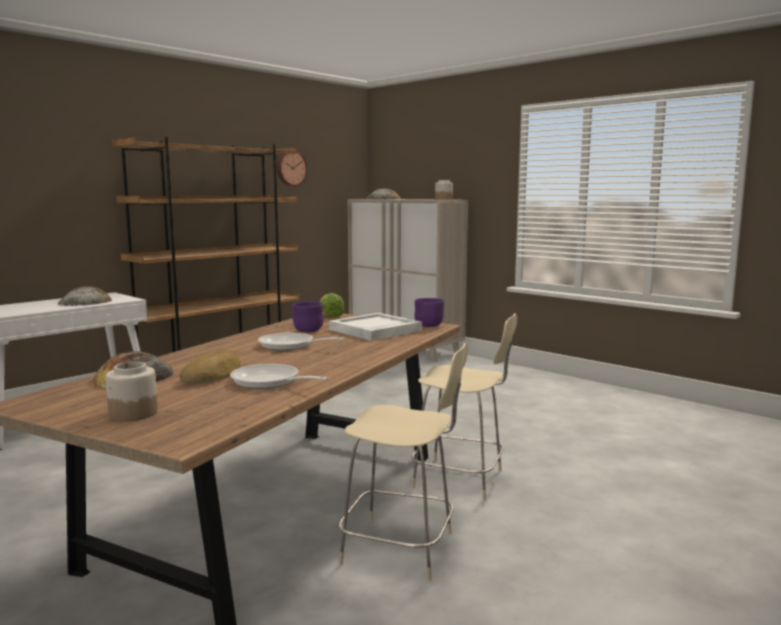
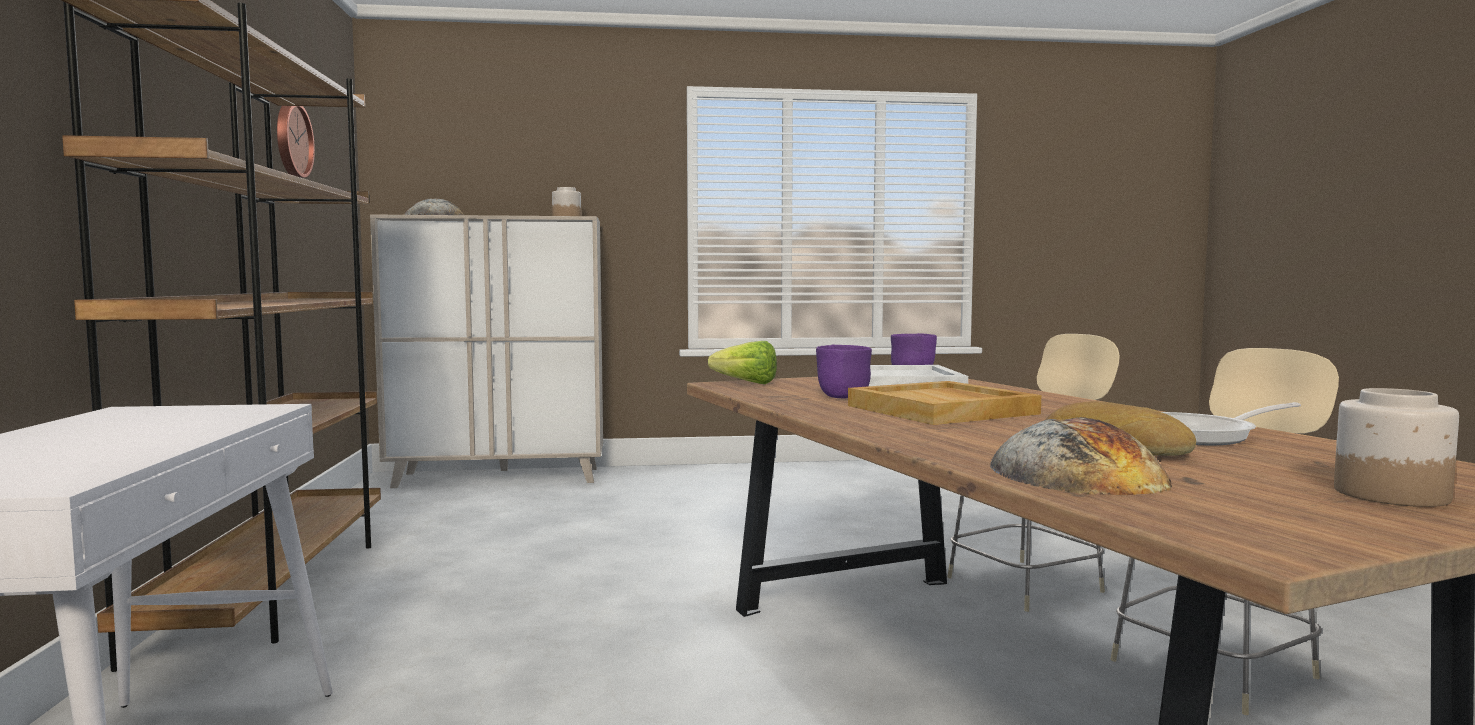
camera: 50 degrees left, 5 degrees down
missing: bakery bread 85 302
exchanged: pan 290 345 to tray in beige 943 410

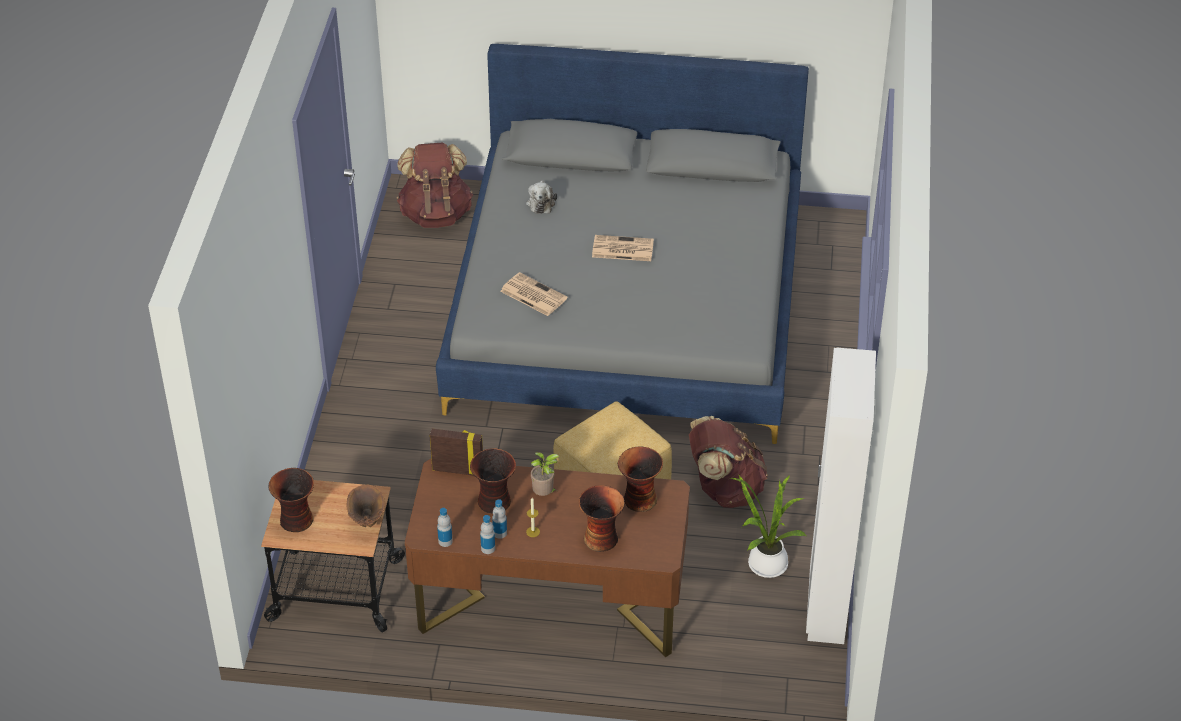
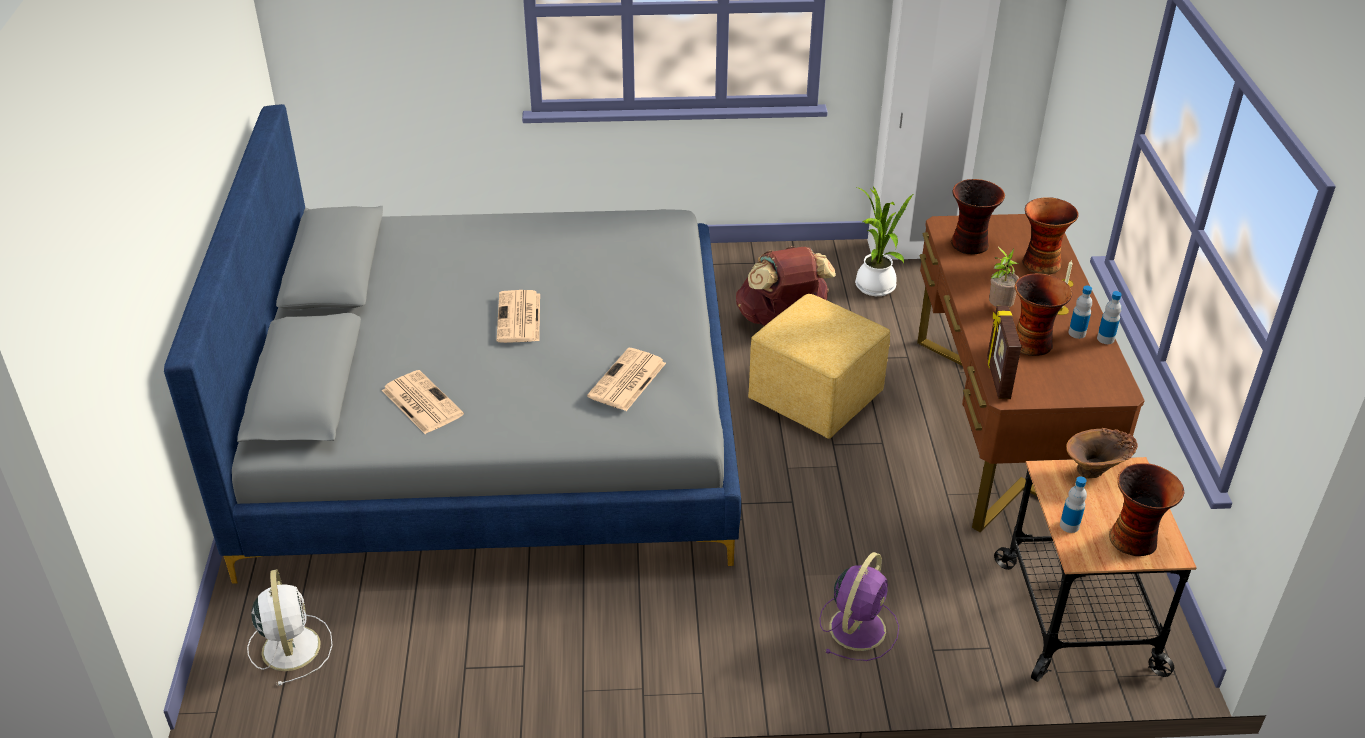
camera: 100 degrees left, 5 degrees down
appeared: electric fan in purplish 858 627
relocated: beverage bottle 445 541 to 1069 525
exchanged: backpack in brown-coloured 436 214 to electric fan in white 290 646; soft toy 541 202 to printed paper 421 402

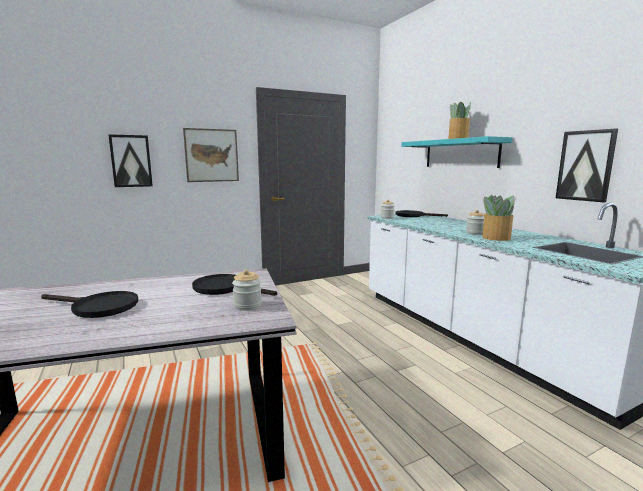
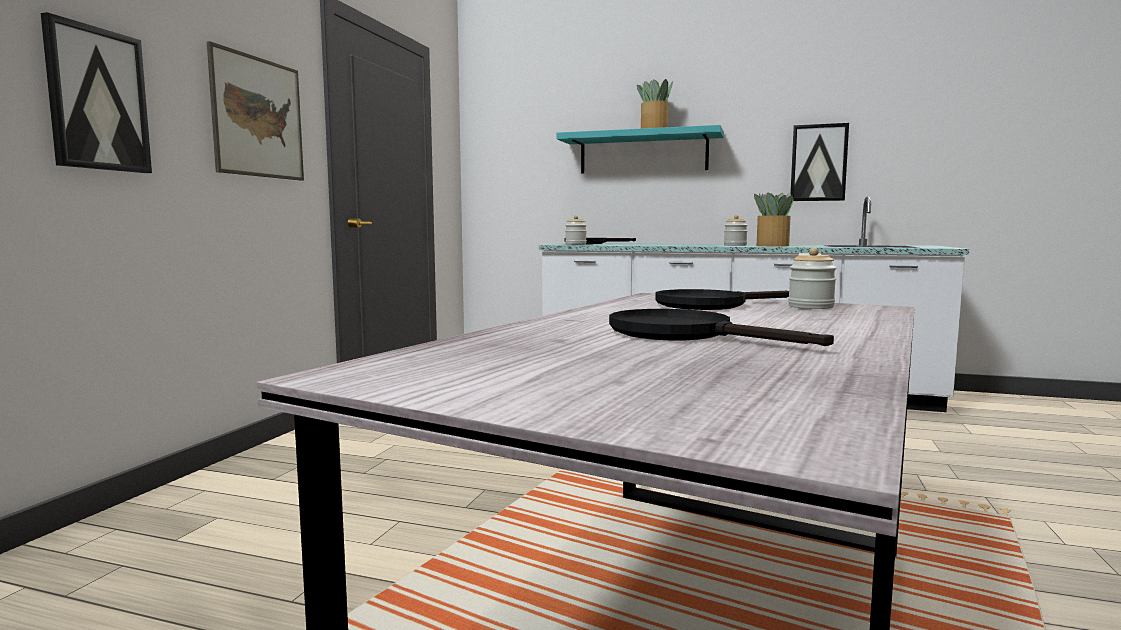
camera: 45 degrees left, 5 degrees down
spun: pan in black-coloured 98 307 = 685 334 105 degrees counterclockwise

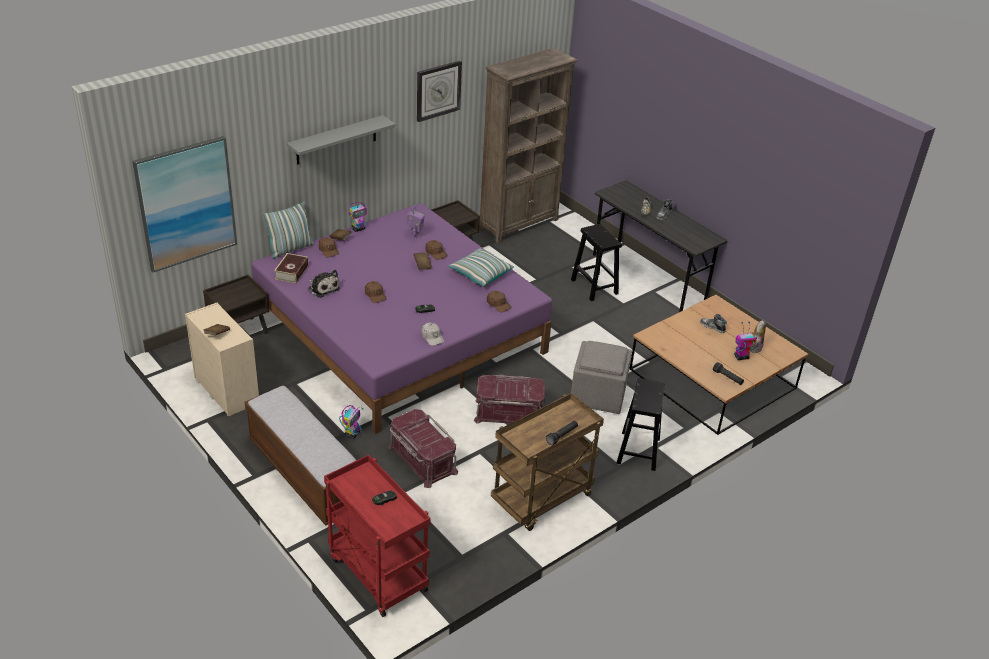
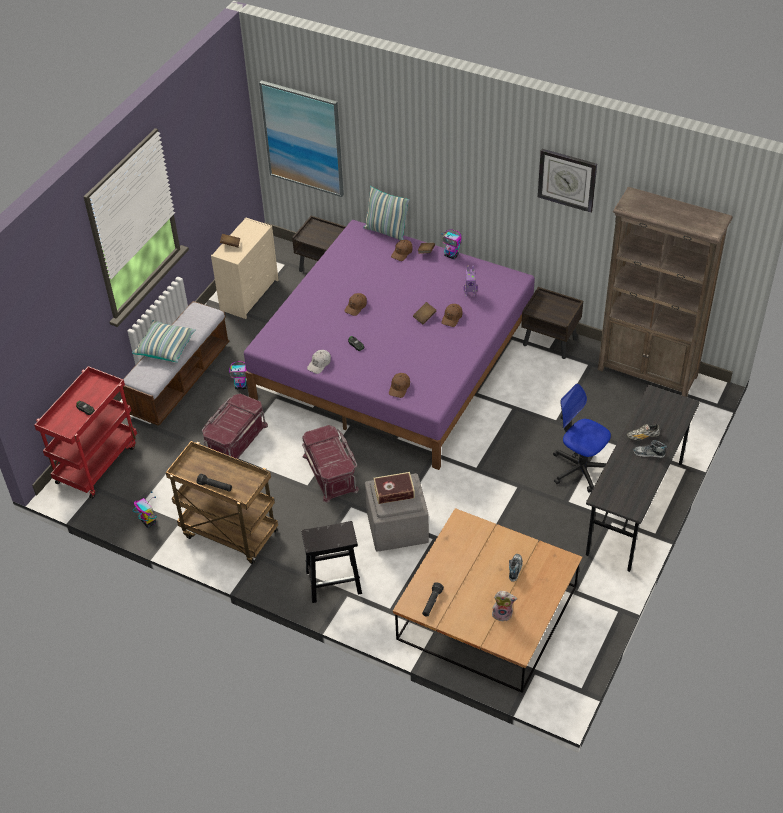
camera: 70 degrees right, 10 degrees up
missing: bracket shelf in greyish 336 140; soft toy 323 288
relocated: bound book 292 272 to 394 491; throw pillow 480 274 to 165 347; robot figure 741 357 to 148 522
exchanged: sitting stool in black-coloured 593 286 to computer chair 580 468

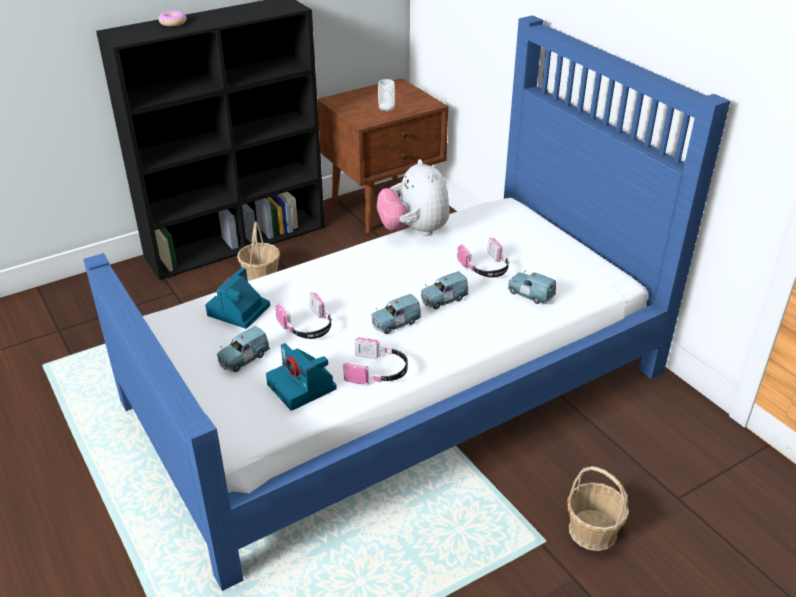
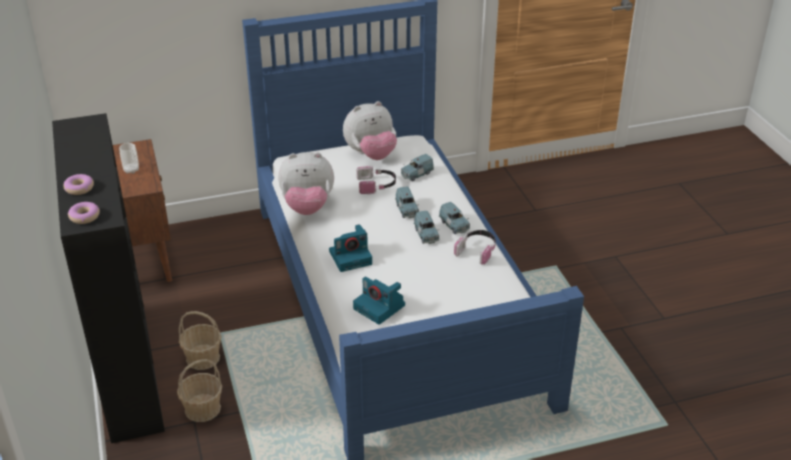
camera: 75 degrees left, 0 degrees up
missing: pair of headphones 307 327
appeared: ring doughnut 85 216; soft toy 371 155
relocated: model car in blue-coloured 243 359 to 454 225; photo camera 303 387 to 351 257; storage basket 592 530 to 202 408

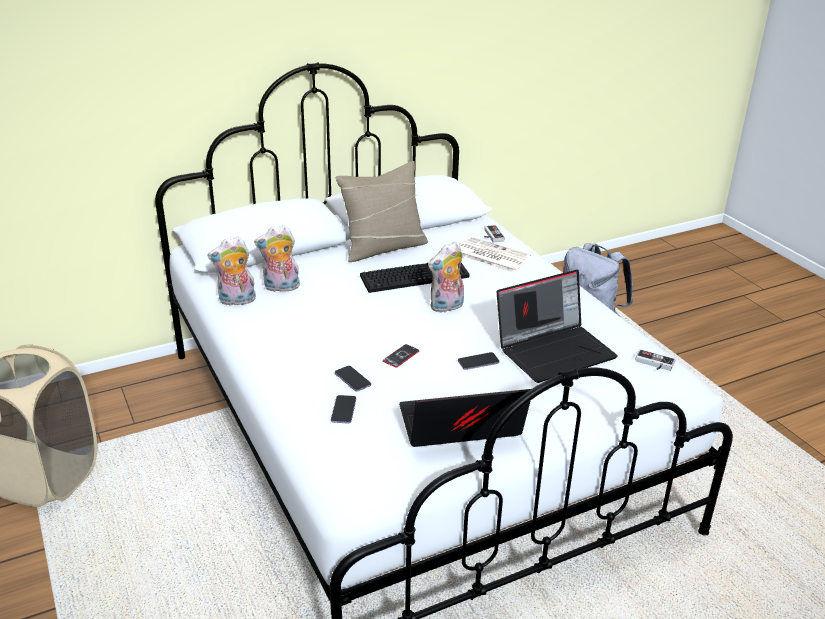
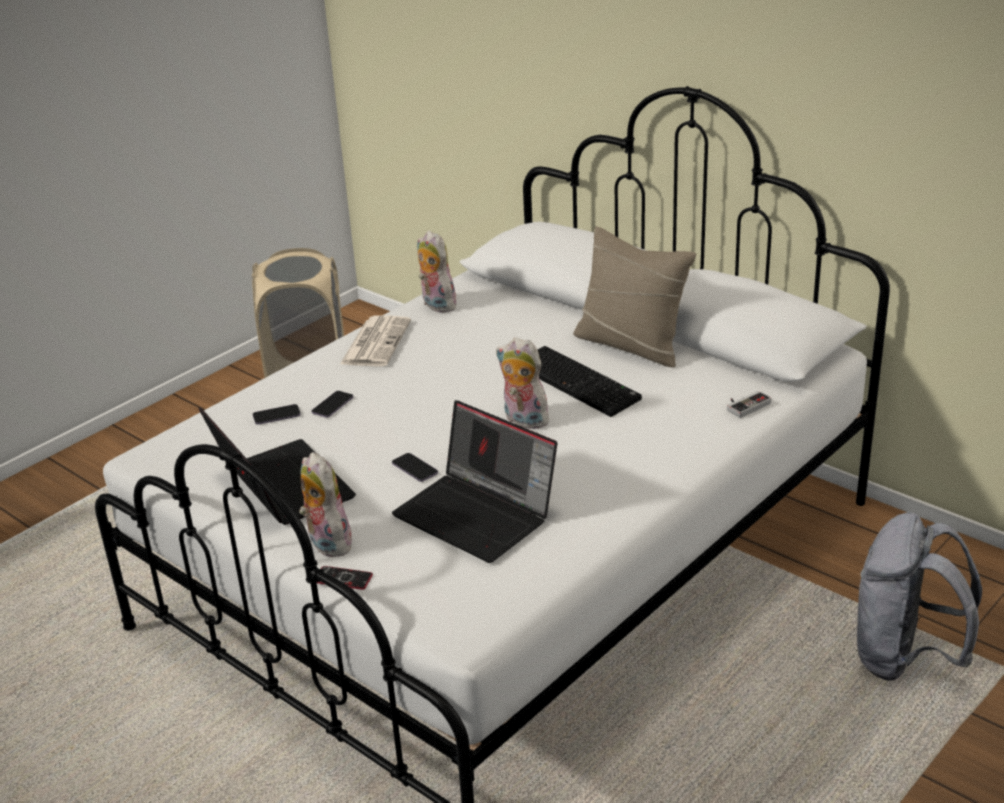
camera: 70 degrees right, 0 degrees up
missing: game controller 653 364
relocated: soft toy 281 288 to 326 543; handset 401 356 to 343 579; printed paper 490 256 to 375 342

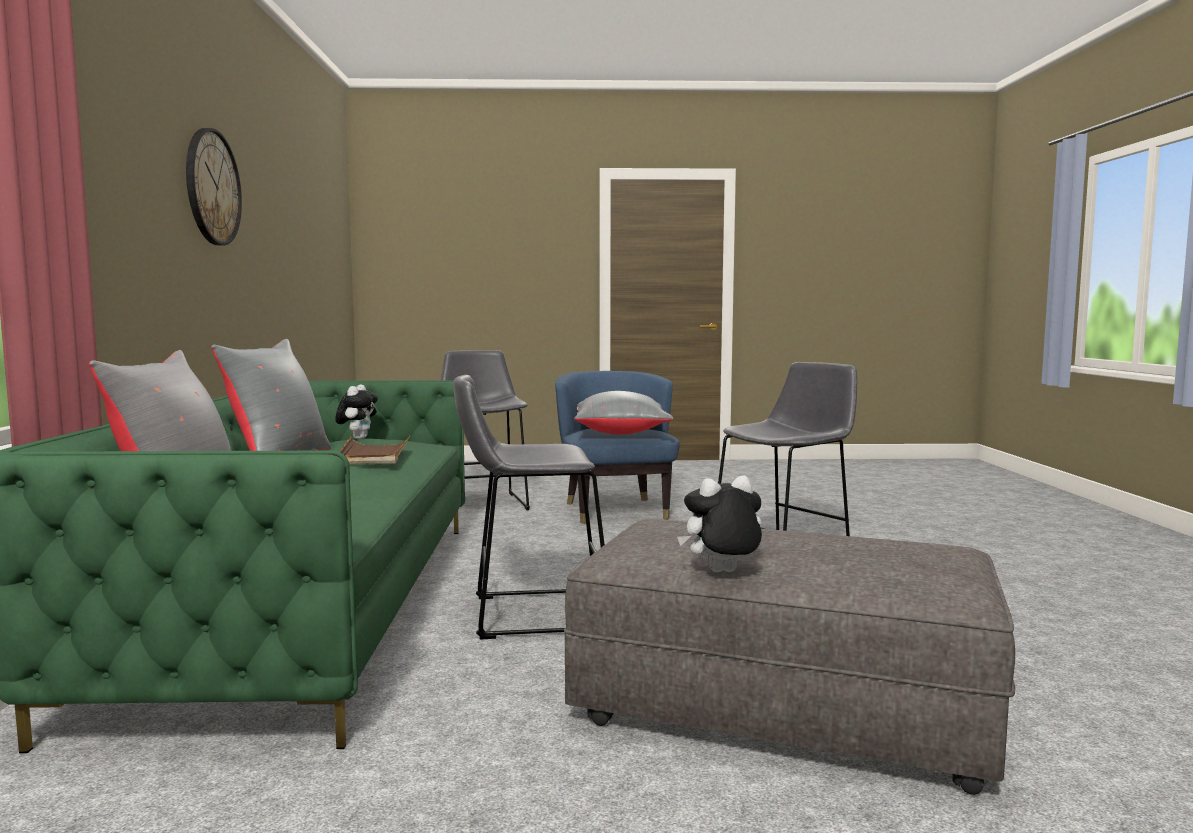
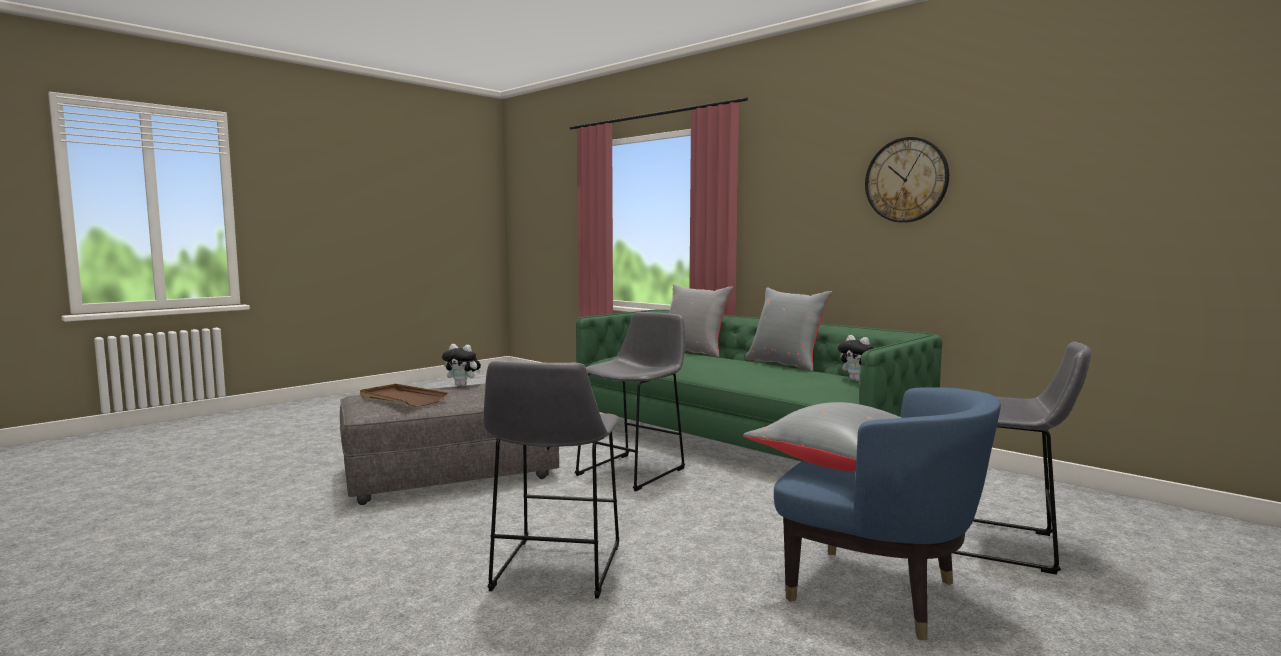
camera: 135 degrees right, 0 degrees up
relocated: tray in brown-coloured 374 455 to 402 398
spun: soft toy 722 573 = 463 385 75 degrees clockwise

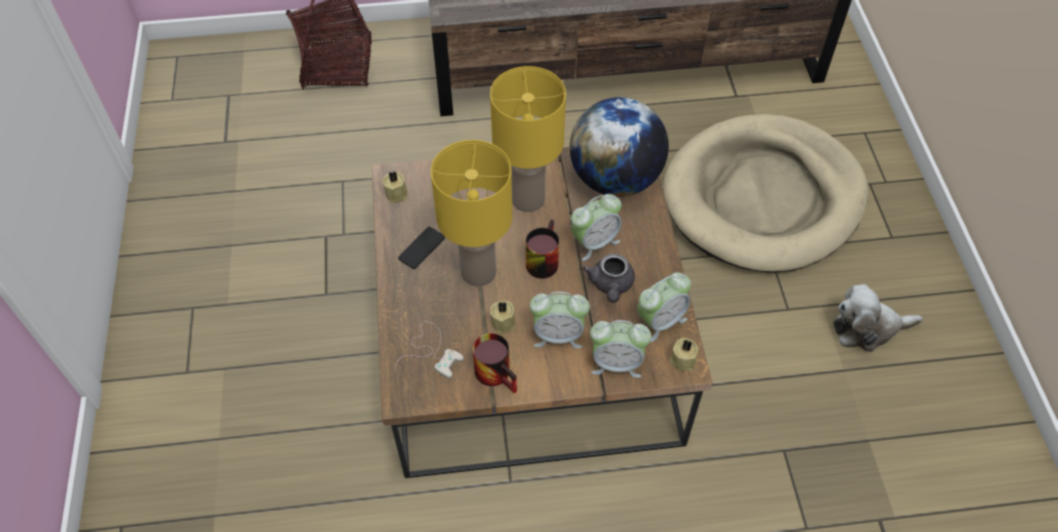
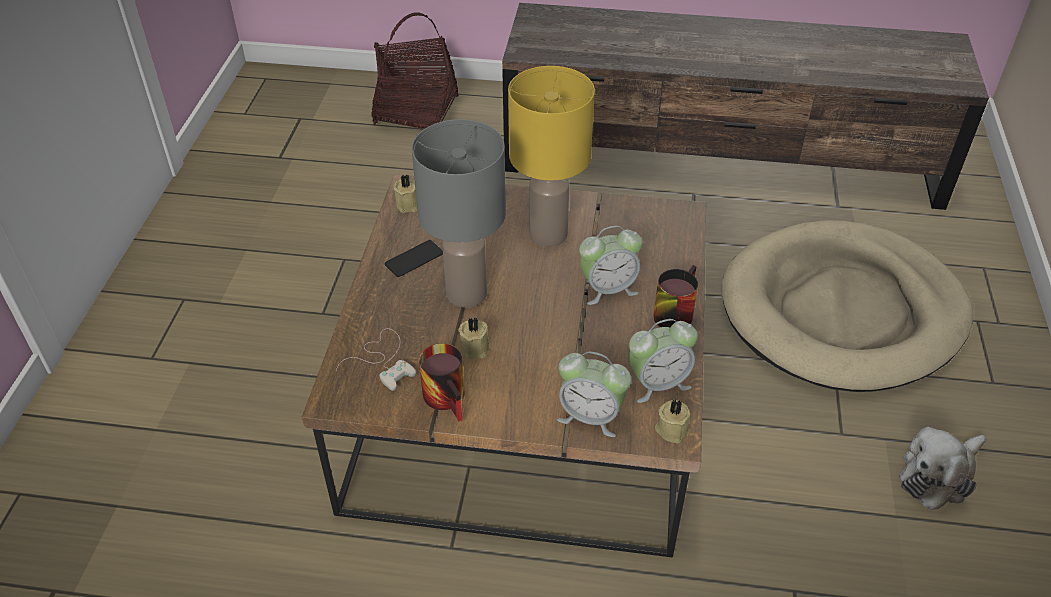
camera: 15 degrees right, 10 degrees down
missing: table clock 558 335; world globe 615 179; pot for tea in greyish 610 286
relocated: coffee mug 540 259 to 672 311
colour: tabletop lamp in yellow 477 272 to tabletop lamp in greyish 465 294
spun: soft toy 867 328 = 938 476 45 degrees counterclockwise

